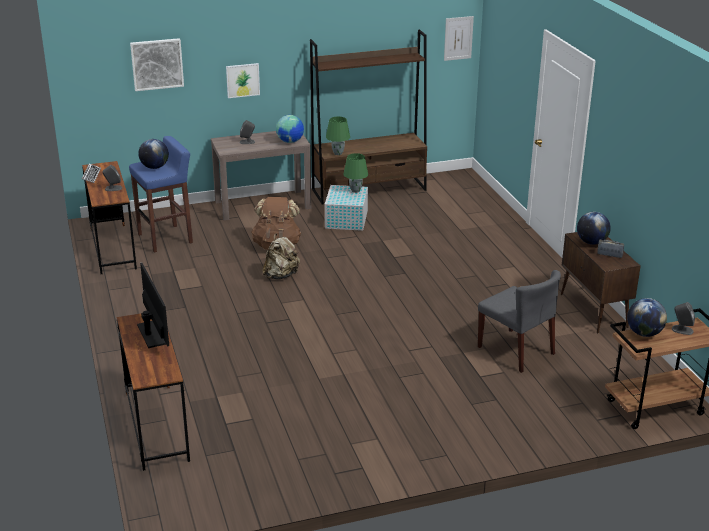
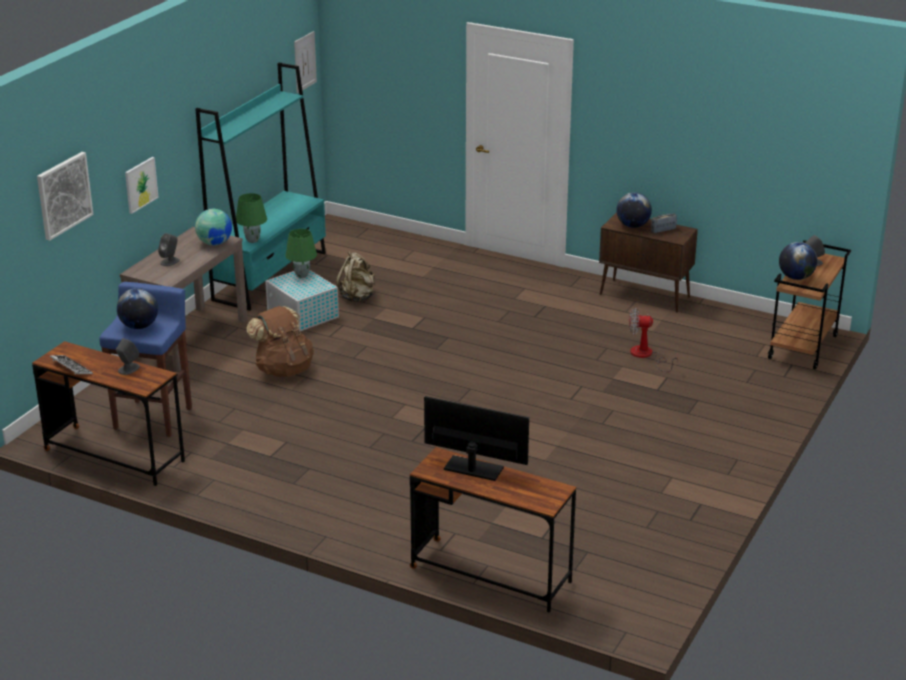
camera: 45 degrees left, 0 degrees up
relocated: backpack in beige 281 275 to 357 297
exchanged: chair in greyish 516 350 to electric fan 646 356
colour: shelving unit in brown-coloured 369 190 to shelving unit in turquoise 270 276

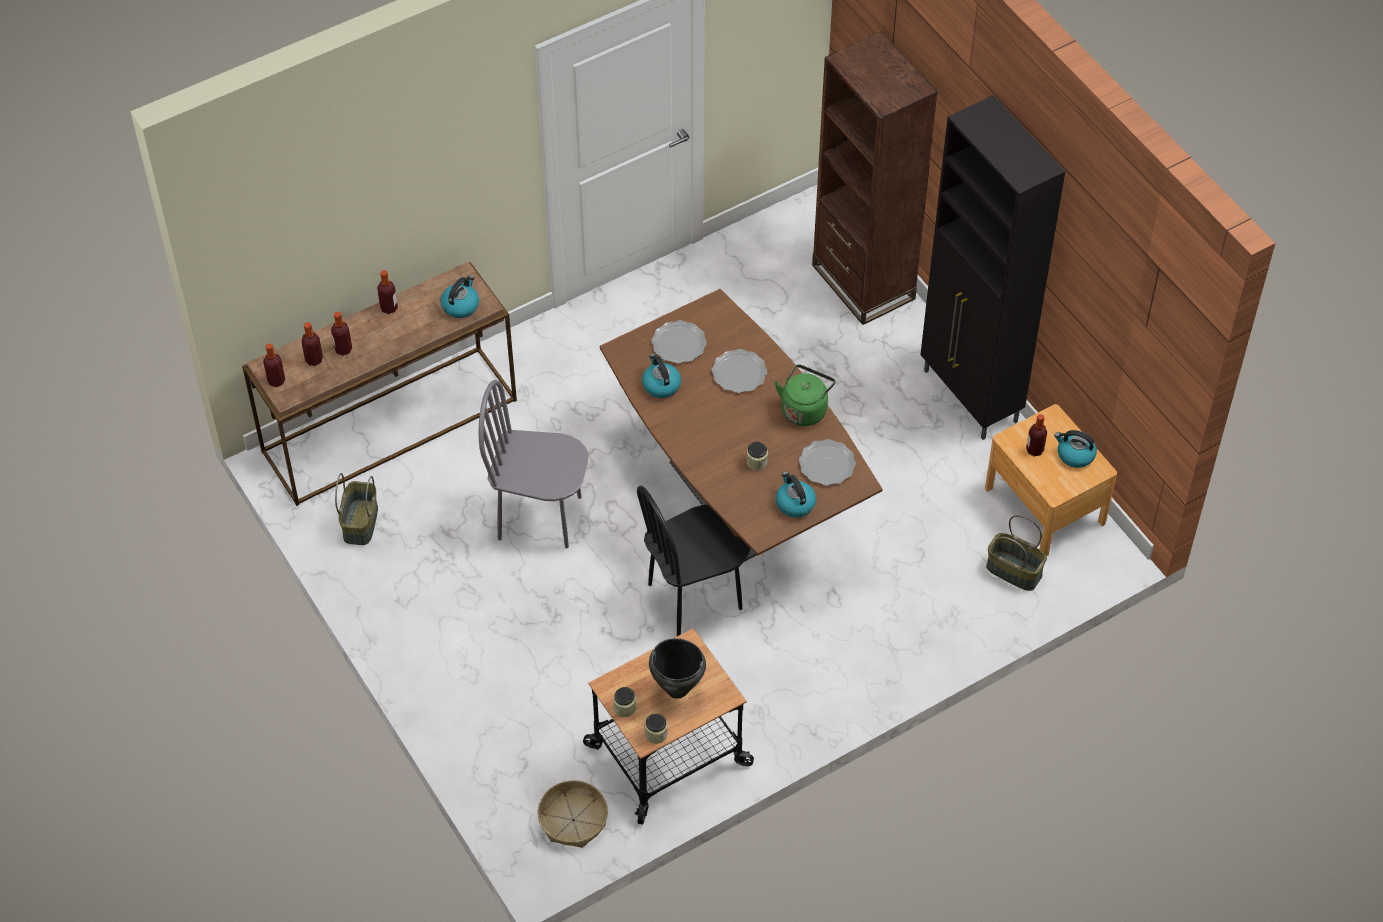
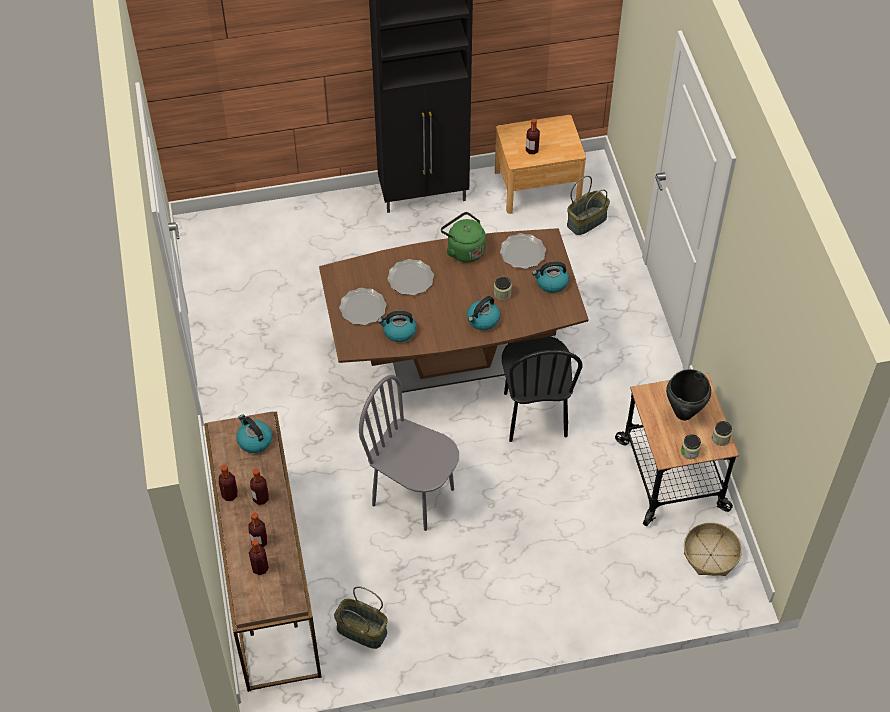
camera: 70 degrees left, 0 degrees up
missing: shelving unit in brown-coloured 863 282
relocated: beverage bottle 276 381 to 261 498; kettle 1075 455 to 482 320
spun: chair in greyish 540 516 = 413 496 90 degrees clockwise

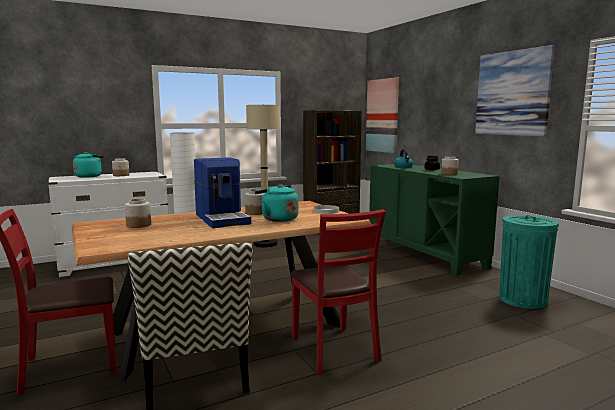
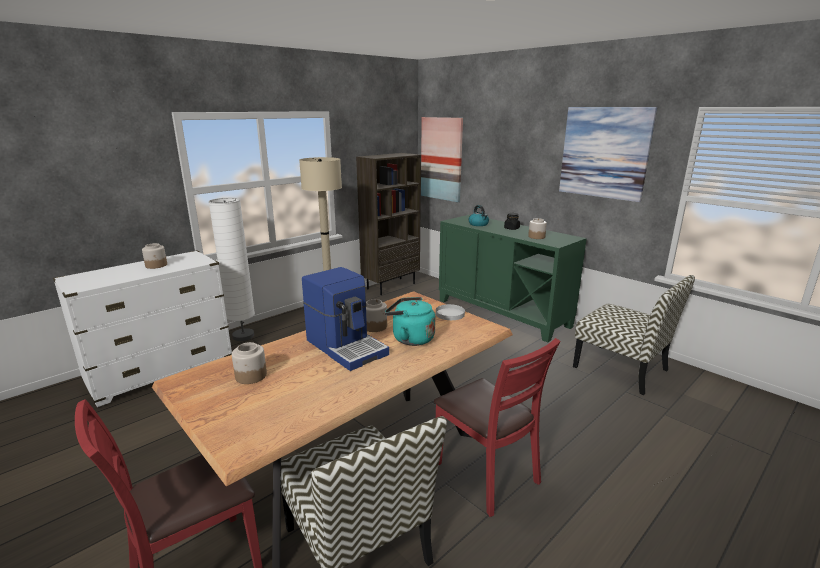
camera: 15 degrees left, 10 degrees up
missing: kettle in turquoise 90 176
exchanged: trash can in turquoise 522 300 to chair 622 369

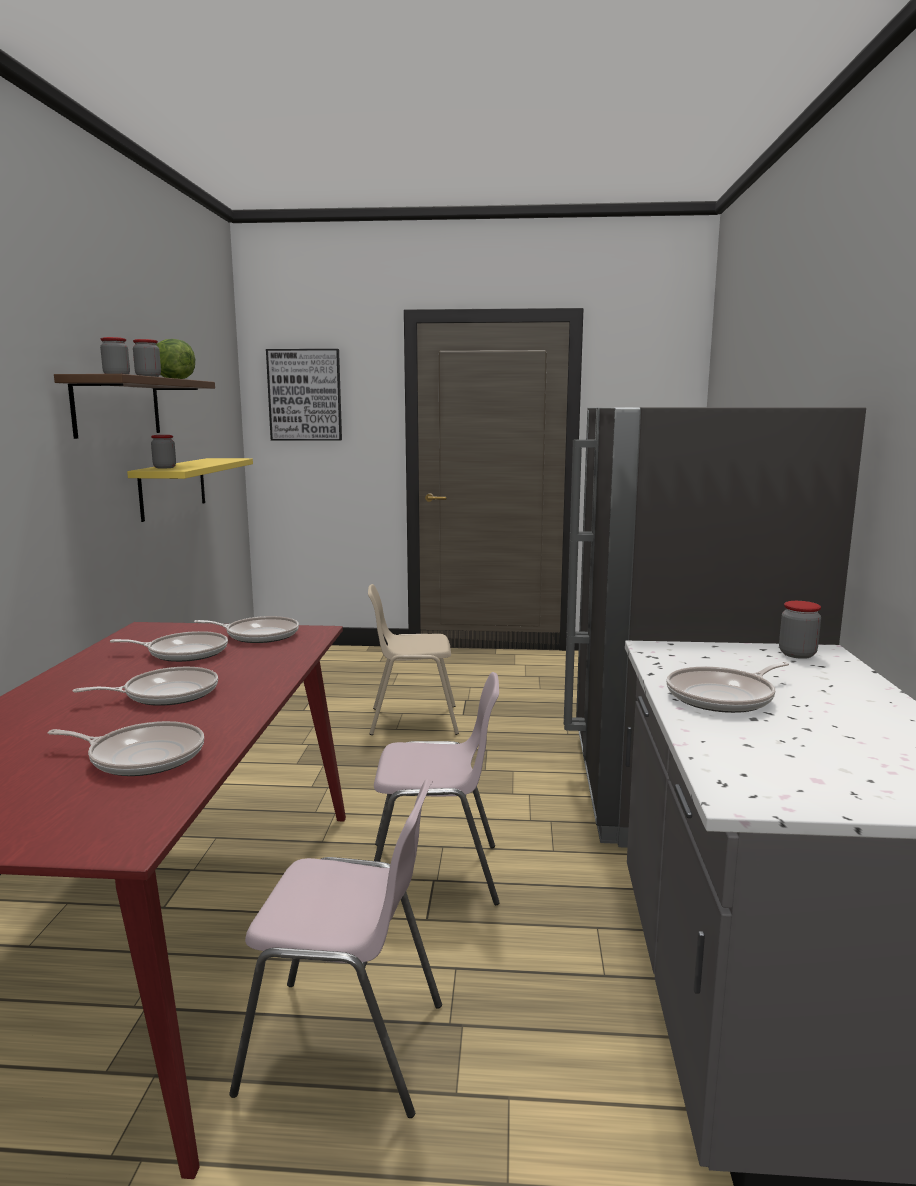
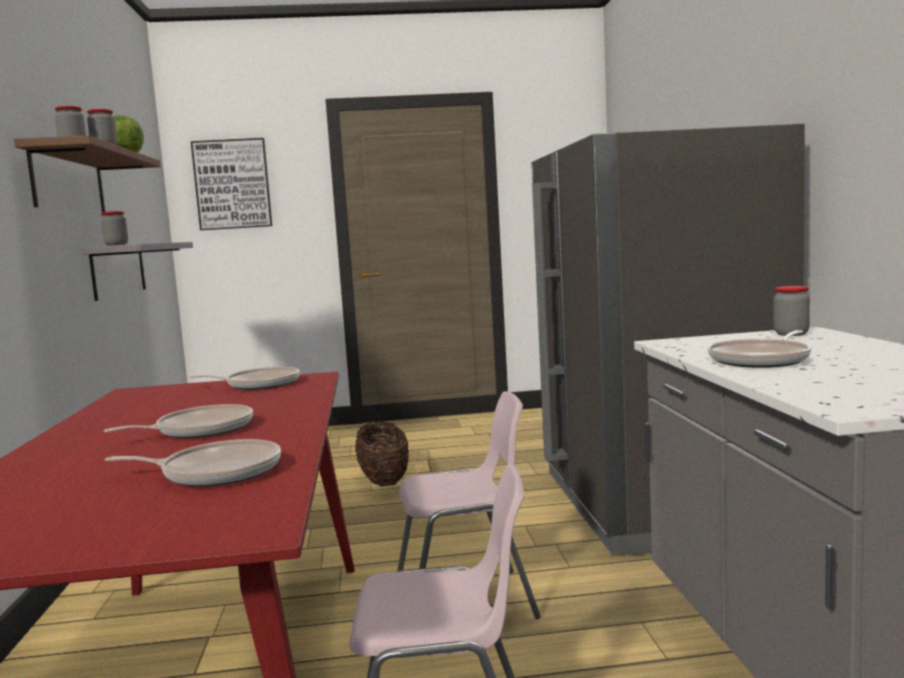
camera: 10 degrees left, 5 degrees down
missing: pan 184 653
exchanged: chair in beige 413 720 to storage basket 384 481
colour: bracket shelf in yellow 173 487 to bracket shelf in greyish 119 270

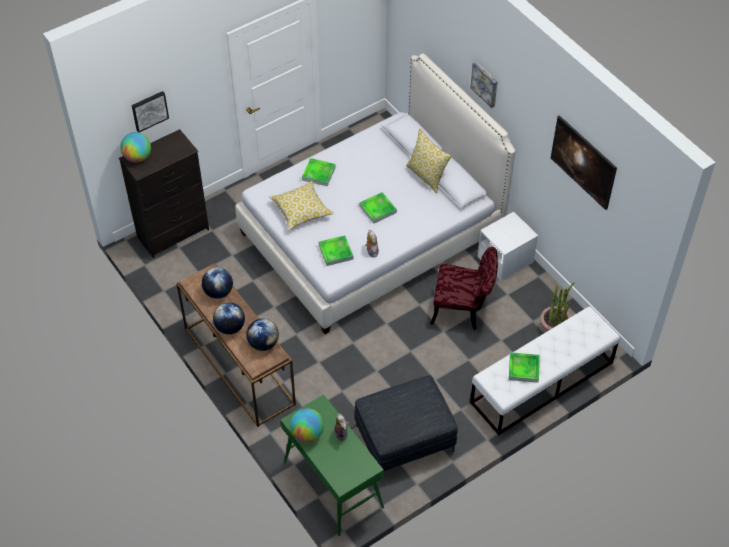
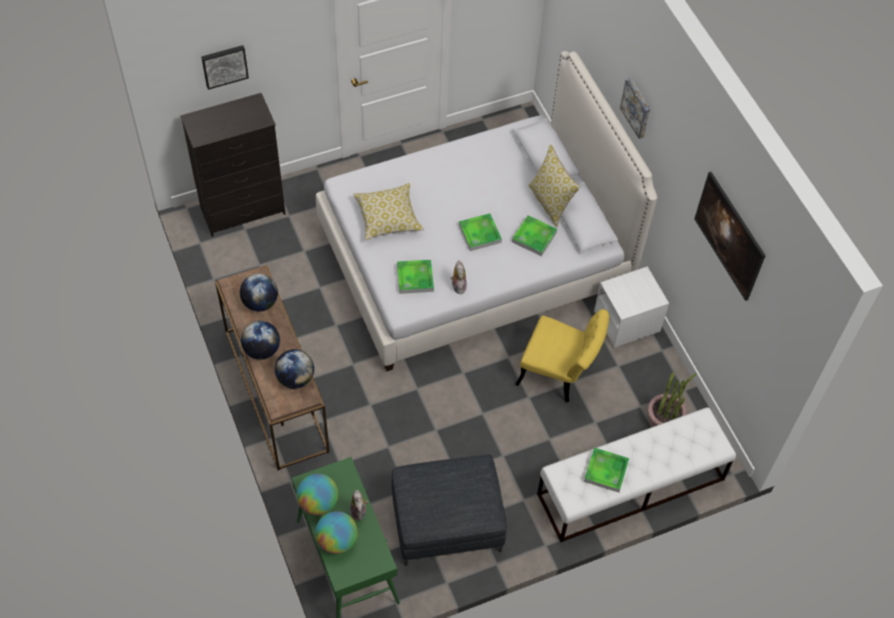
camera: 10 degrees right, 5 degrees up
relocated: world globe 137 157 to 337 541; tray 318 174 to 534 237
colour: chair in red-coloured 463 310 to chair in yellow 559 374

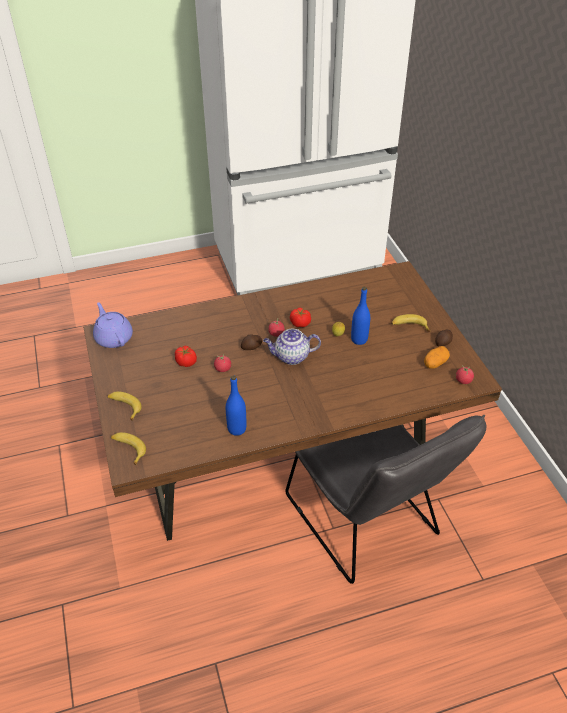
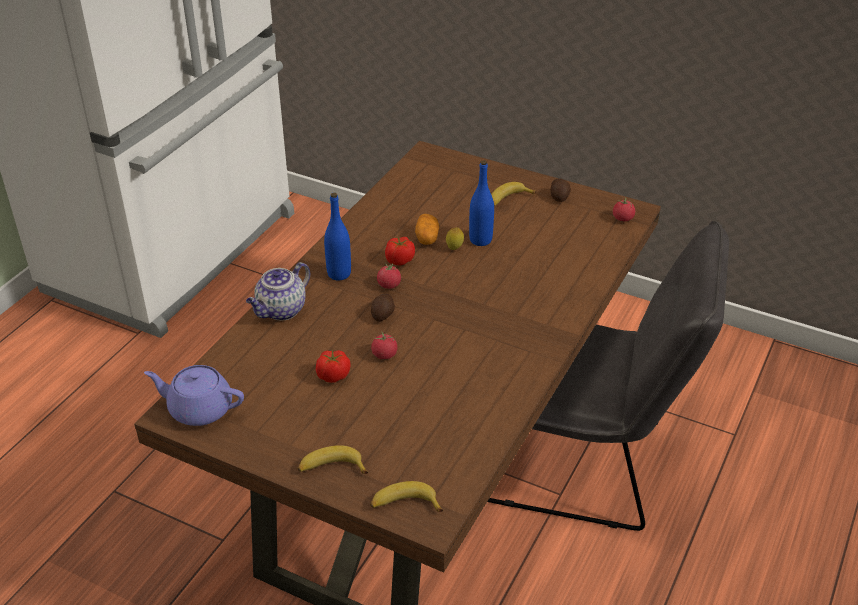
camera: 45 degrees left, 5 degrees down
relocated: beverage bottle in blue-coloured 237 429 to 339 274; pot for tea 291 357 to 281 311; potato 435 363 to 427 238

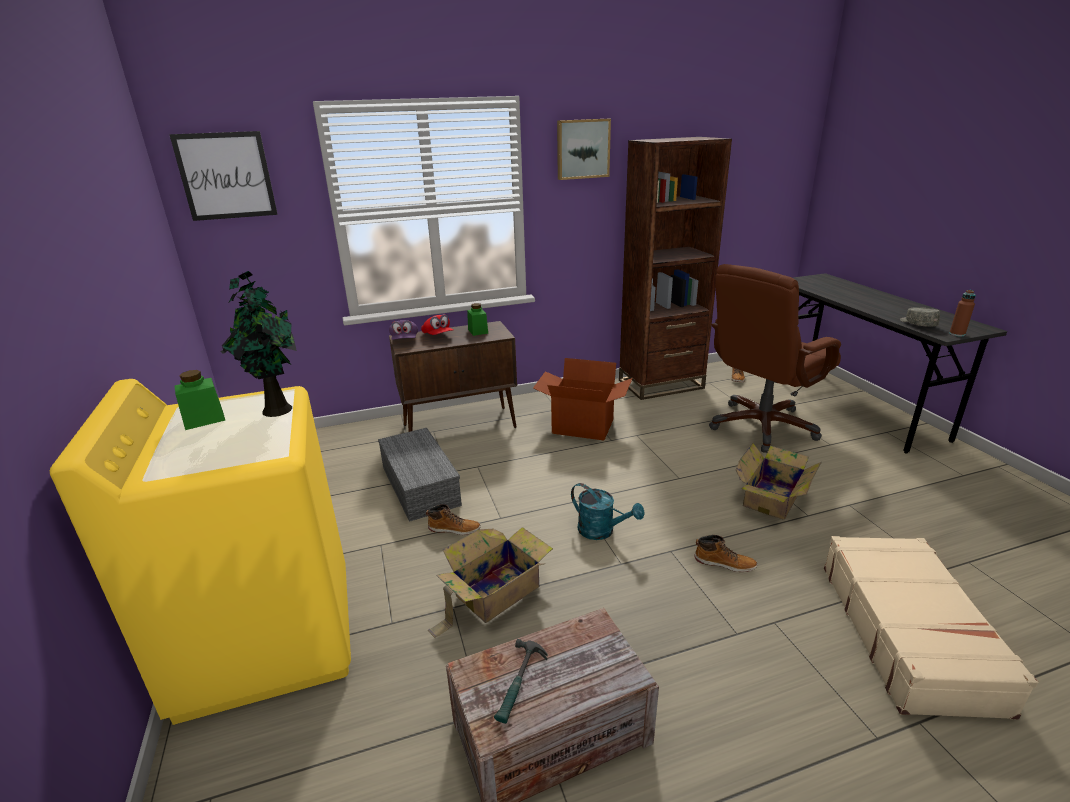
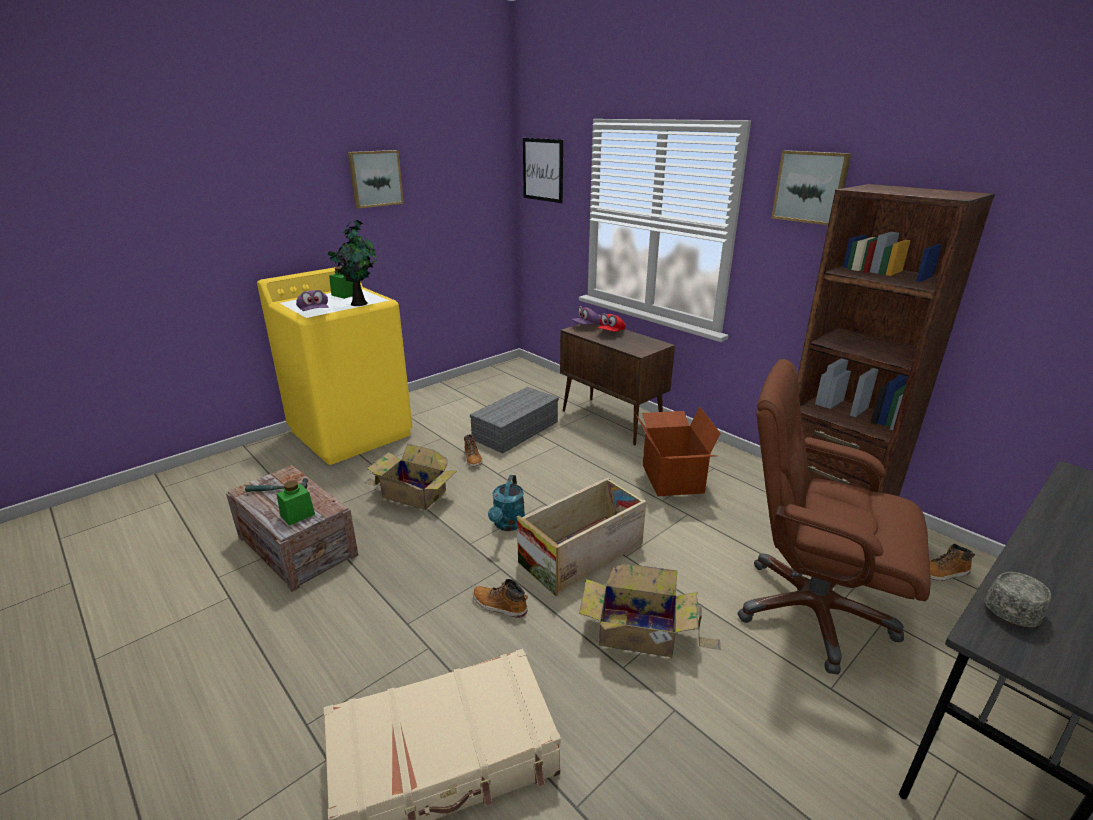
camera: 65 degrees right, 0 degrees up
missing: beverage bottle in brown-coloured 957 334
appeared: cap in purplish 314 313; picture 375 178; crate 582 553
relocated: preserve jar in green 478 331 to 297 515
spun: boot 724 563 = 499 605 120 degrees clockwise

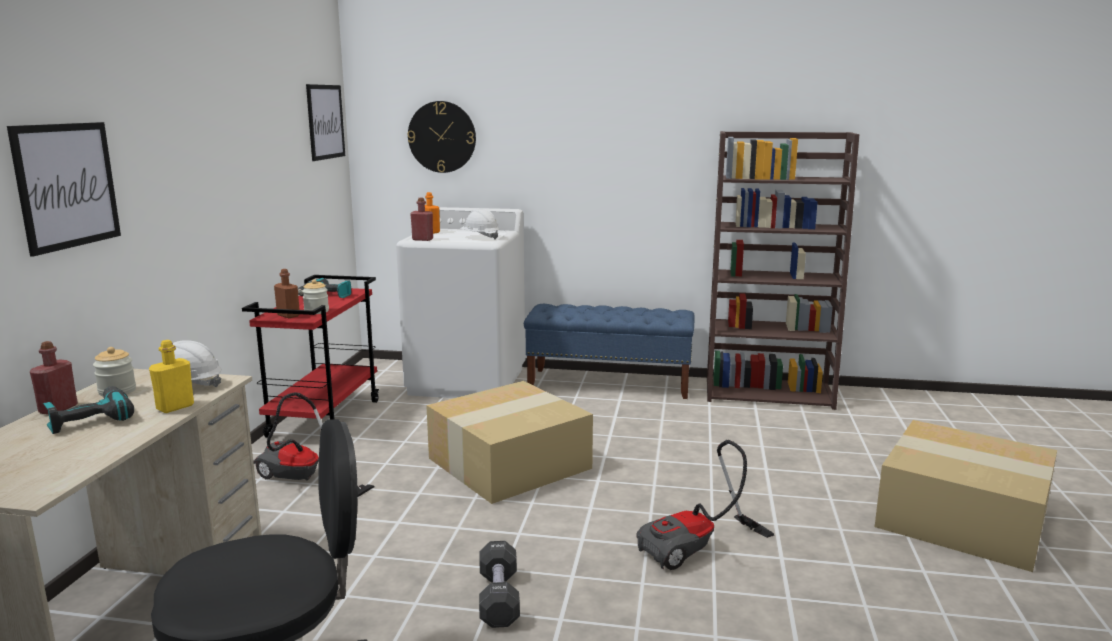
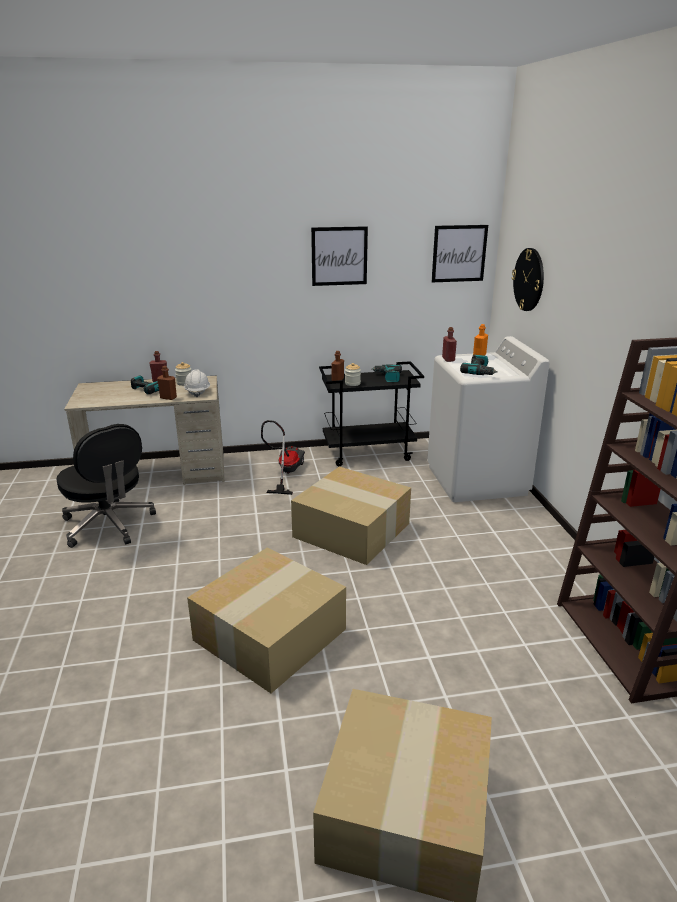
camera: 70 degrees right, 10 degrees up
missing: dumbbell in black-coloured 499 598; bench in blue-coloured 610 383
relocated: picture 67 185 to 339 256
exchanged: safety helmet in white 480 237 to drill 479 371; vacuum 698 550 to cardboard box 270 633
colour: beverage bottle in yellow 175 407 to beverage bottle in brown-coloured 168 398; cart in red-coloured 324 418 to cart in black-coloured 369 453

